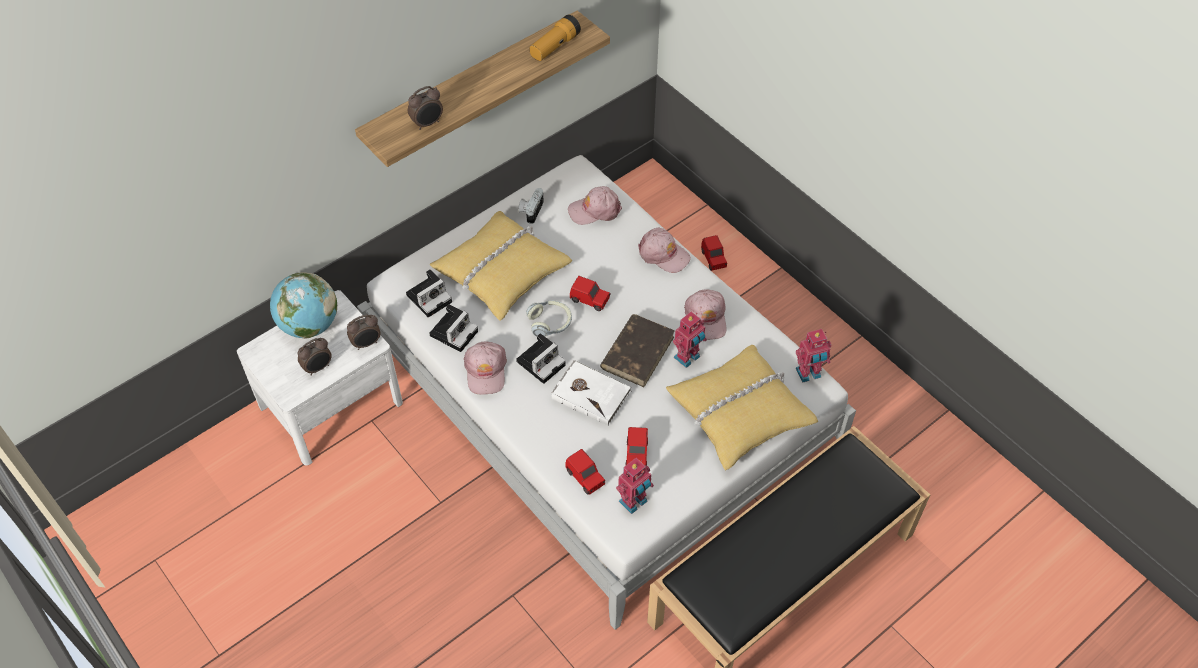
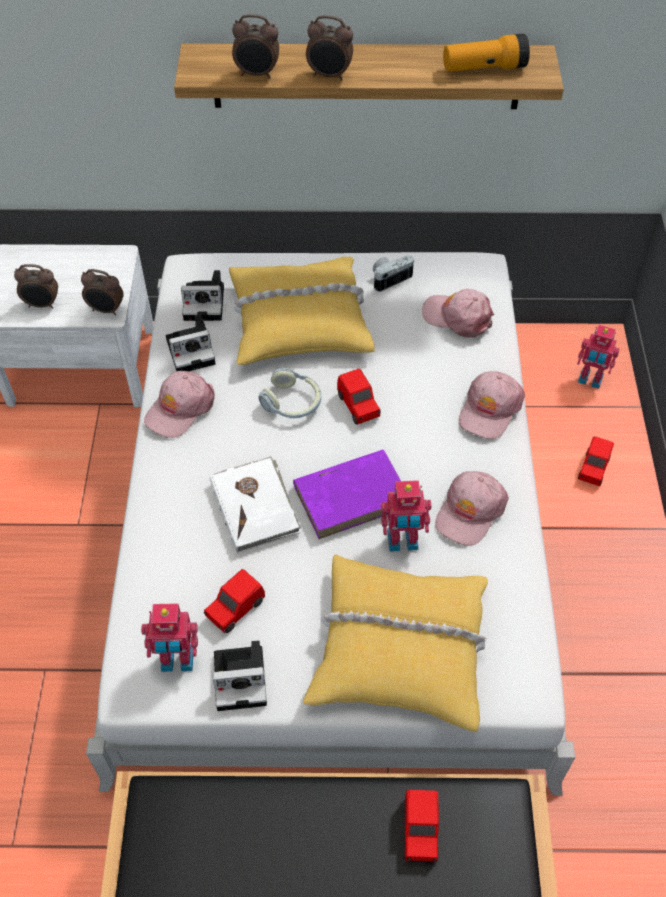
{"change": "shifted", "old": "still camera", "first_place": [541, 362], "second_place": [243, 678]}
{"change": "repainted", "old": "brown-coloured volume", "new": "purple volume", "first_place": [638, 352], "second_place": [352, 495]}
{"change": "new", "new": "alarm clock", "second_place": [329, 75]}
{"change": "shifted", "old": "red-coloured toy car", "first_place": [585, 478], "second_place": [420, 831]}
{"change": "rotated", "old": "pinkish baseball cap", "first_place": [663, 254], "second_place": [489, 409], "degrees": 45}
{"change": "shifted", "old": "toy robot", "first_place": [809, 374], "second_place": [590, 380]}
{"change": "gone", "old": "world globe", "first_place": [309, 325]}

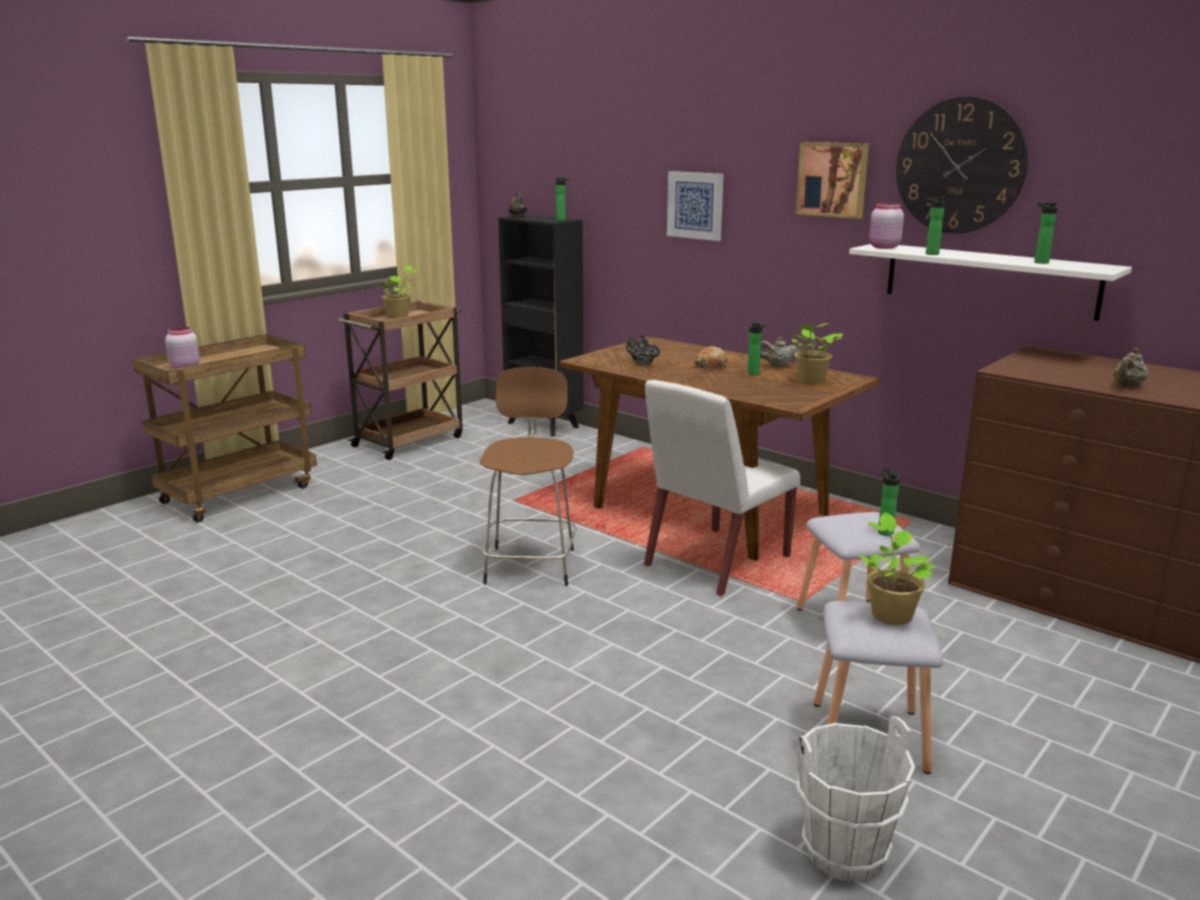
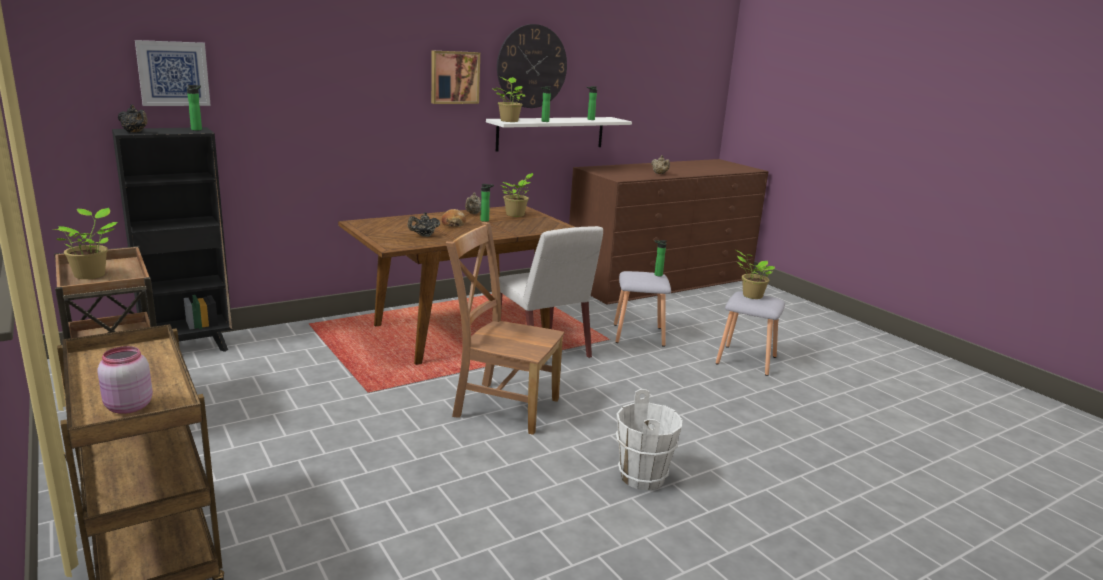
{"change": "shifted", "old": "picture", "first_place": [695, 205], "second_place": [173, 73]}
{"change": "swapped", "old": "brown-coloured stool", "new": "brown-coloured chair", "first_place": [530, 564], "second_place": [502, 406]}
{"change": "swapped", "old": "pinkish jar", "new": "plant in a pot", "first_place": [883, 247], "second_place": [509, 121]}
{"change": "shifted", "old": "whitish water bucket", "first_place": [845, 854], "second_place": [643, 477]}

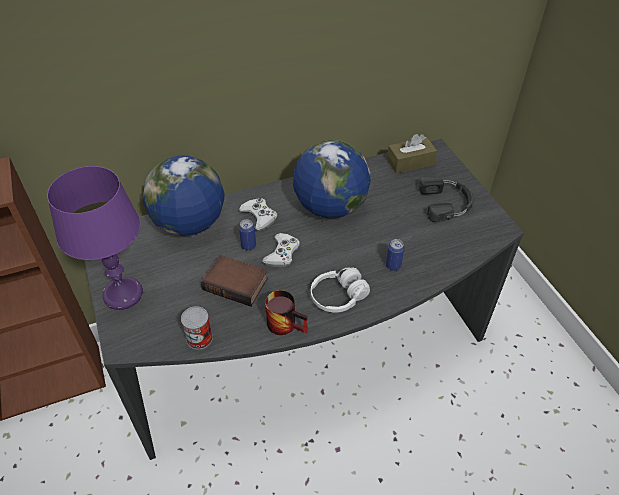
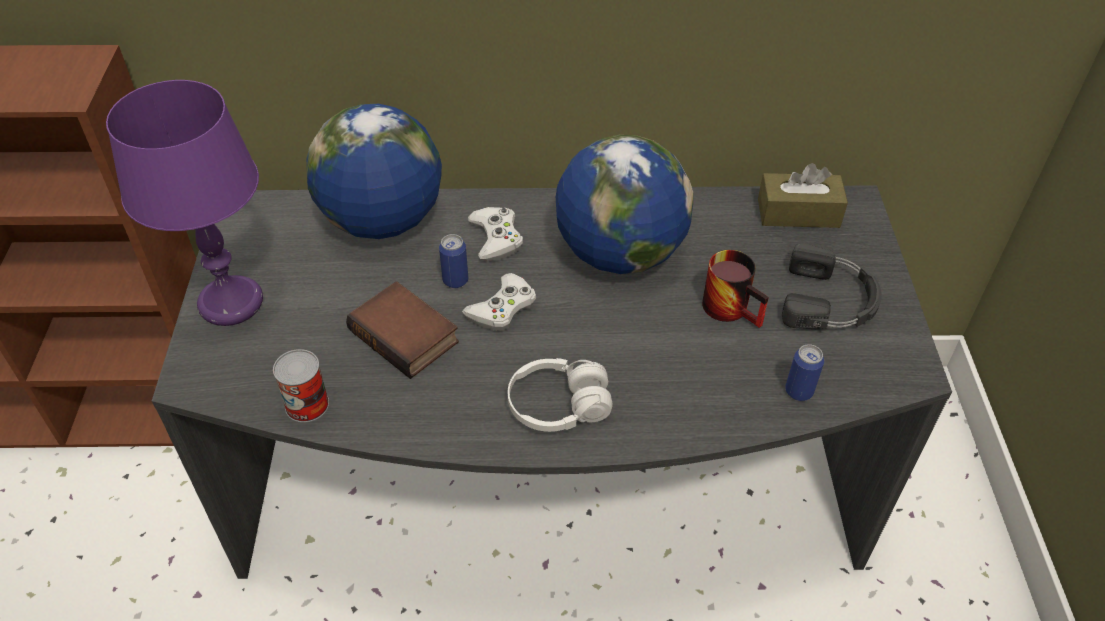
{"change": "shifted", "old": "coffee mug", "first_place": [287, 323], "second_place": [733, 307]}
{"change": "shifted", "old": "metal can", "first_place": [393, 265], "second_place": [799, 391]}

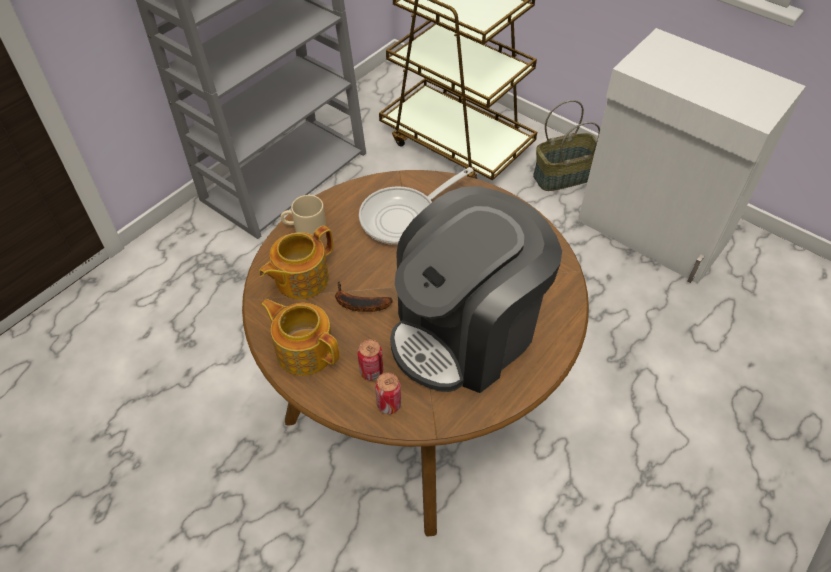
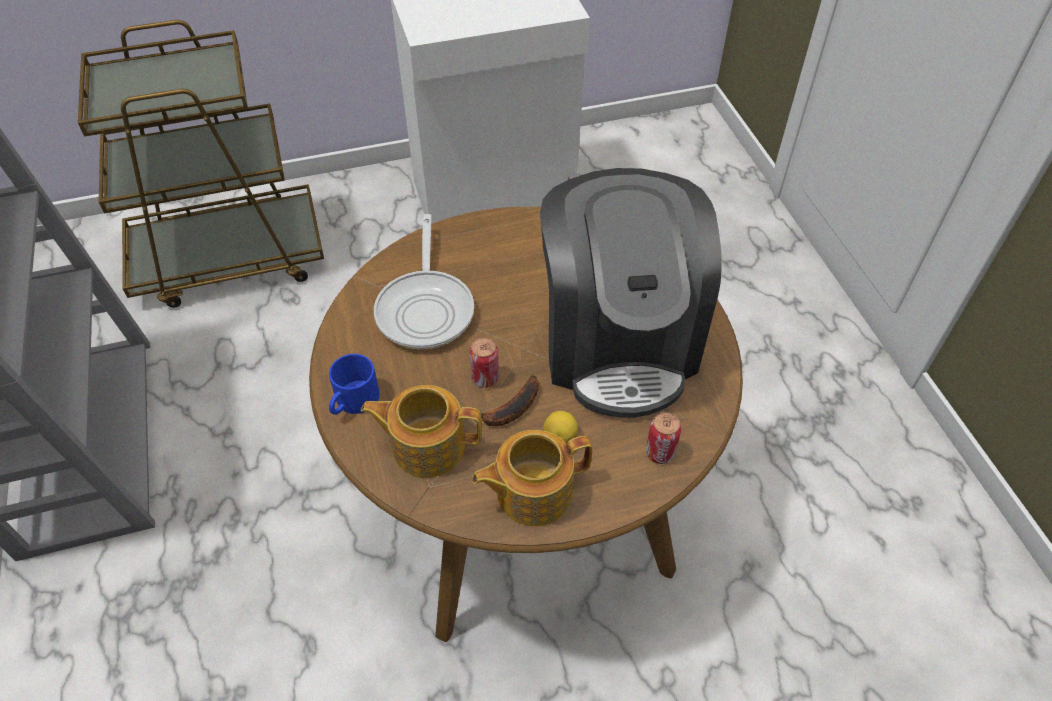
{"change": "repainted", "old": "beige coffee mug", "new": "blue coffee mug", "first_place": [304, 228], "second_place": [353, 402]}
{"change": "rotated", "old": "tea pot", "first_place": [300, 279], "second_place": [427, 445], "degrees": 105}
{"change": "shifted", "old": "metal can", "first_place": [371, 371], "second_place": [485, 378]}
{"change": "new", "new": "whole lemon", "second_place": [560, 437]}
{"change": "gone", "old": "household basket", "first_place": [564, 175]}

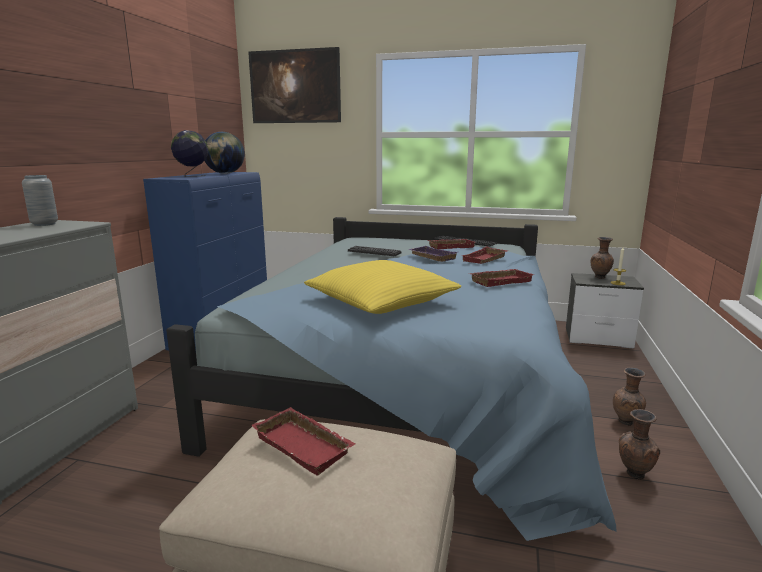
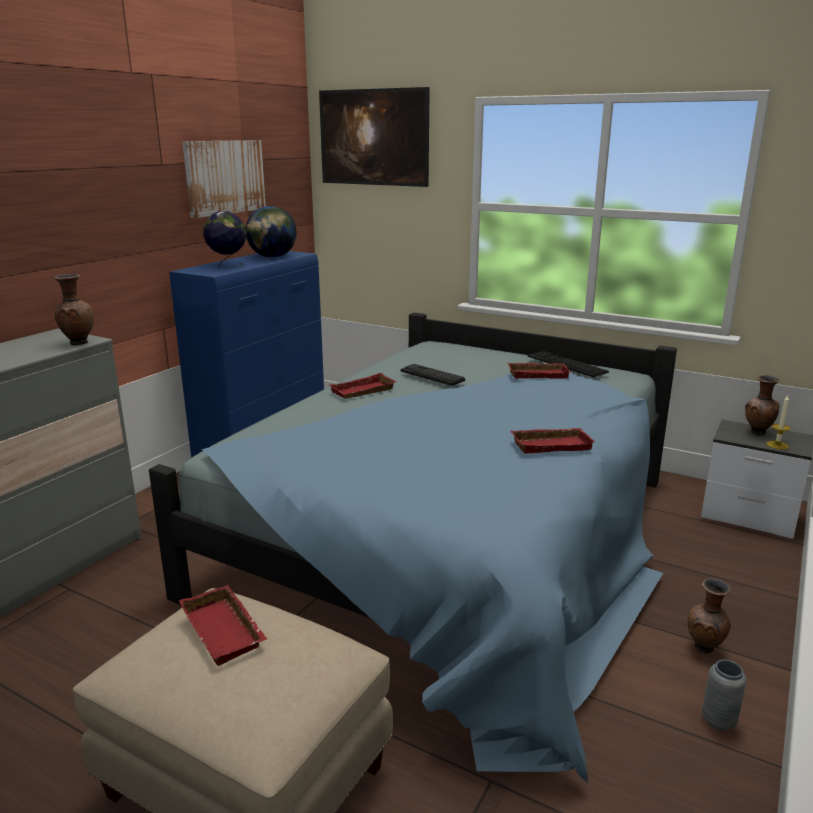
{"change": "shifted", "old": "brown-coloured vase", "first_place": [633, 474], "second_place": [78, 343]}
{"change": "new", "new": "picture", "second_place": [224, 177]}
{"change": "shifted", "old": "red-coloured serving tray", "first_place": [485, 259], "second_place": [363, 391]}
{"change": "shifted", "old": "gray vase", "first_place": [44, 224], "second_place": [718, 721]}
{"change": "gone", "old": "yellow cushion", "first_place": [381, 301]}
{"change": "gone", "old": "purple serving tray", "first_place": [431, 257]}

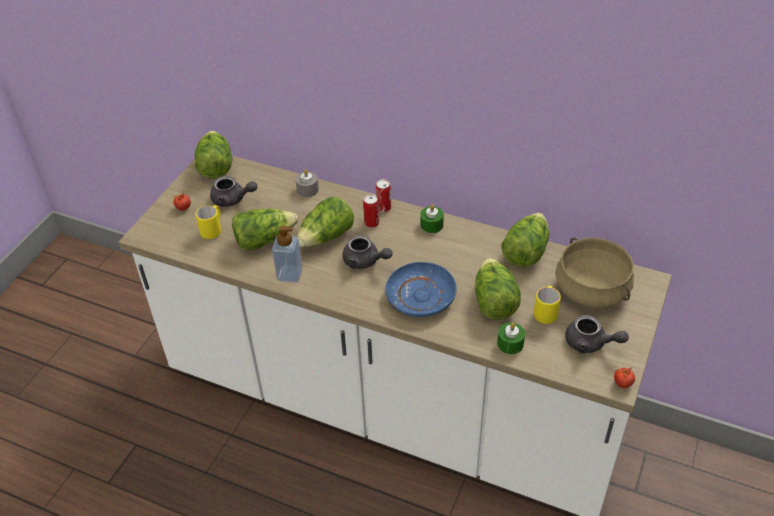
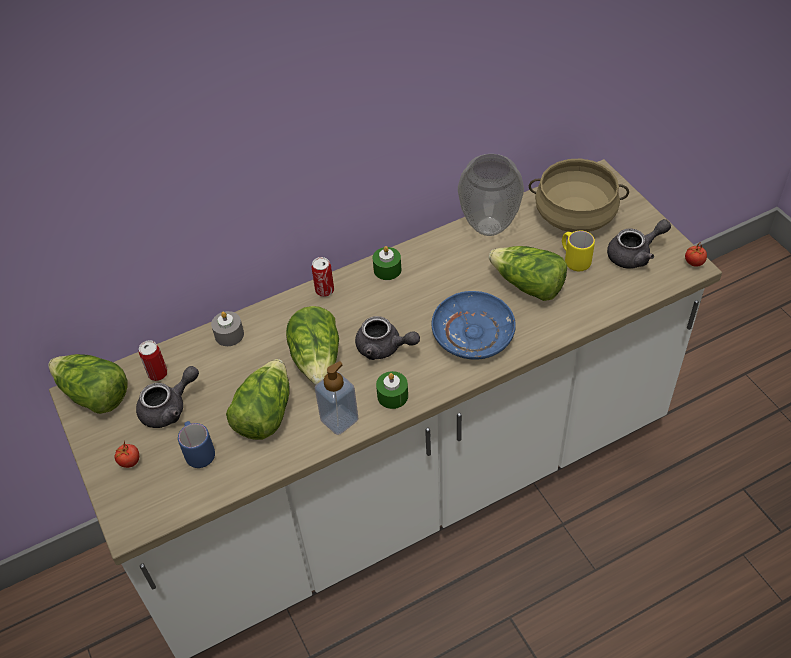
{"change": "shifted", "old": "metal can", "first_place": [371, 223], "second_place": [157, 373]}
{"change": "repainted", "old": "yellow coffee mug", "new": "blue coffee mug", "first_place": [213, 230], "second_place": [198, 452]}
{"change": "rotated", "old": "gray tea pot", "first_place": [365, 261], "second_place": [384, 348], "degrees": 45}
{"change": "shifted", "old": "green wax candle", "first_place": [510, 343], "second_place": [392, 396]}
{"change": "swapped", "old": "head of lettuce", "new": "vase", "first_place": [525, 251], "second_place": [488, 227]}

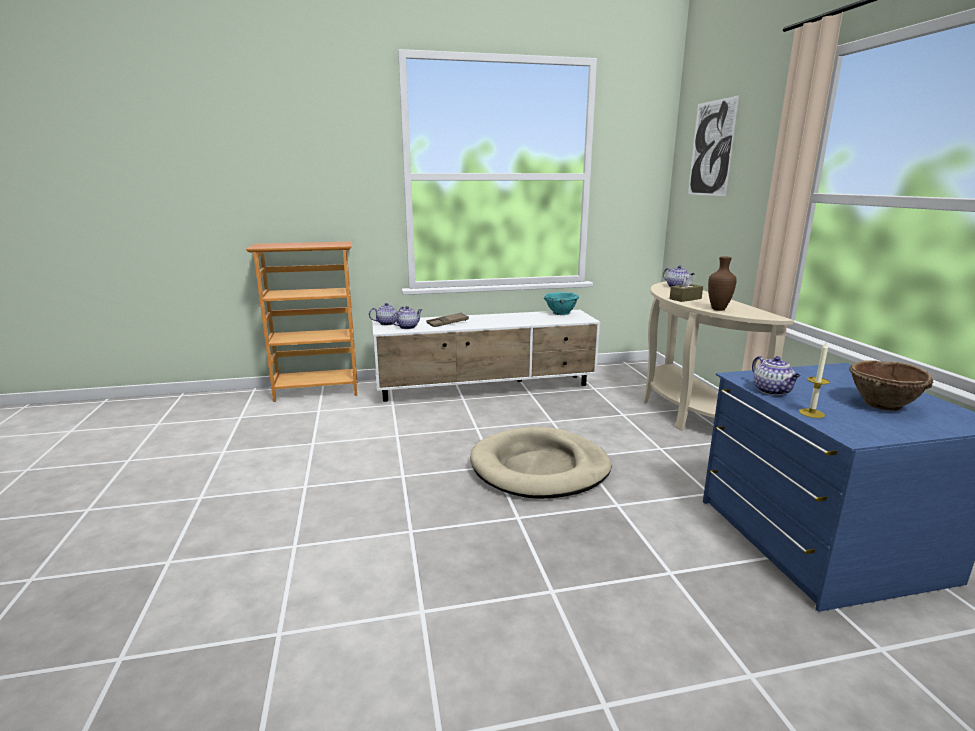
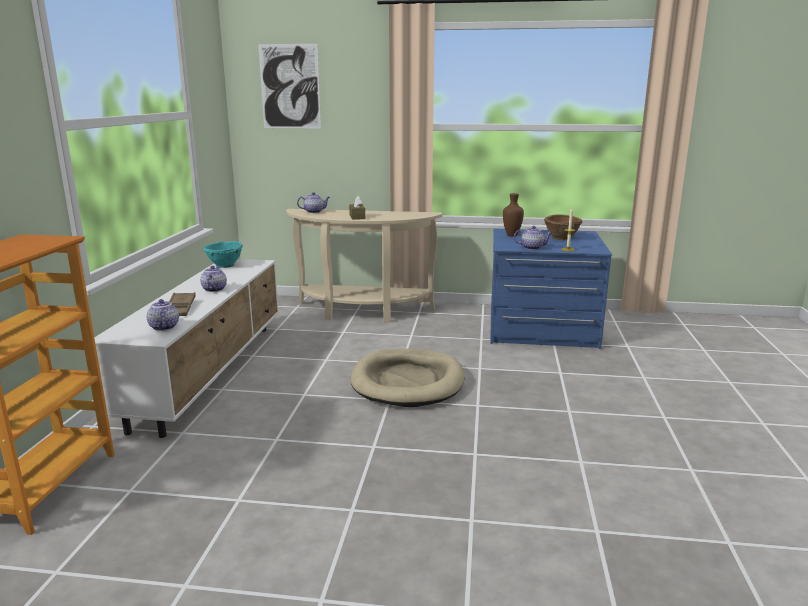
{"change": "shifted", "old": "tea pot", "first_place": [387, 323], "second_place": [214, 289]}
{"change": "shifted", "old": "brown-coloured vase", "first_place": [718, 309], "second_place": [512, 235]}

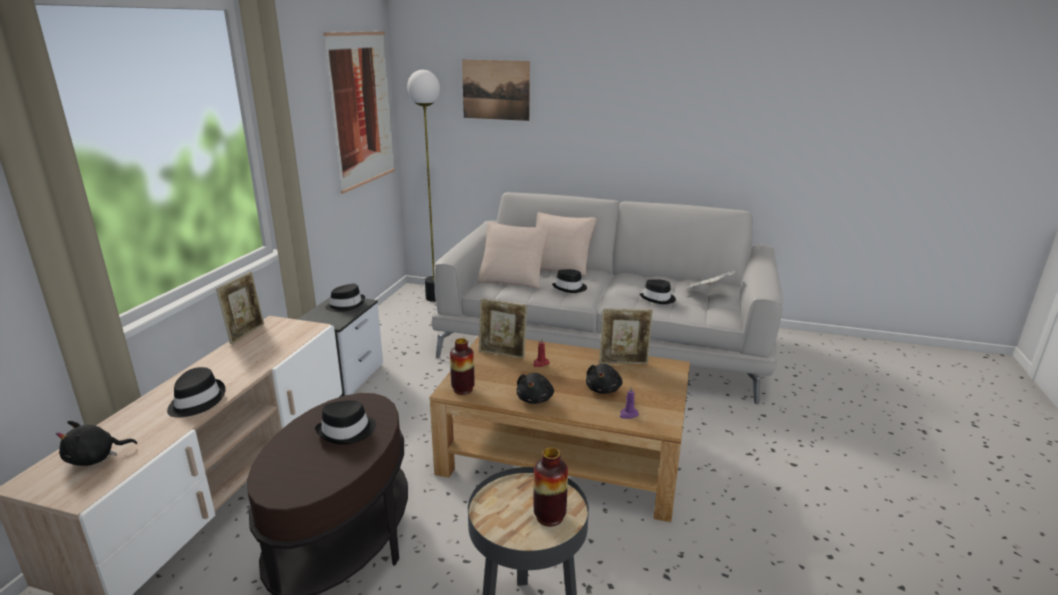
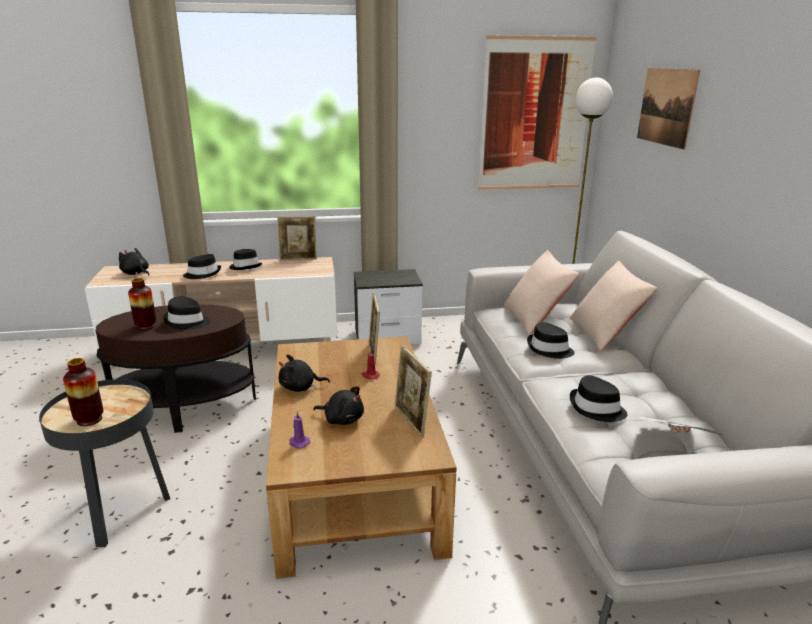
{"change": "shifted", "old": "vase", "first_place": [463, 389], "second_place": [146, 326]}
{"change": "shifted", "old": "black-coloured clothing hat", "first_place": [346, 305], "second_place": [245, 266]}
{"change": "rotated", "old": "black-coloured soft toy", "first_place": [603, 389], "second_place": [342, 419], "degrees": -150}

